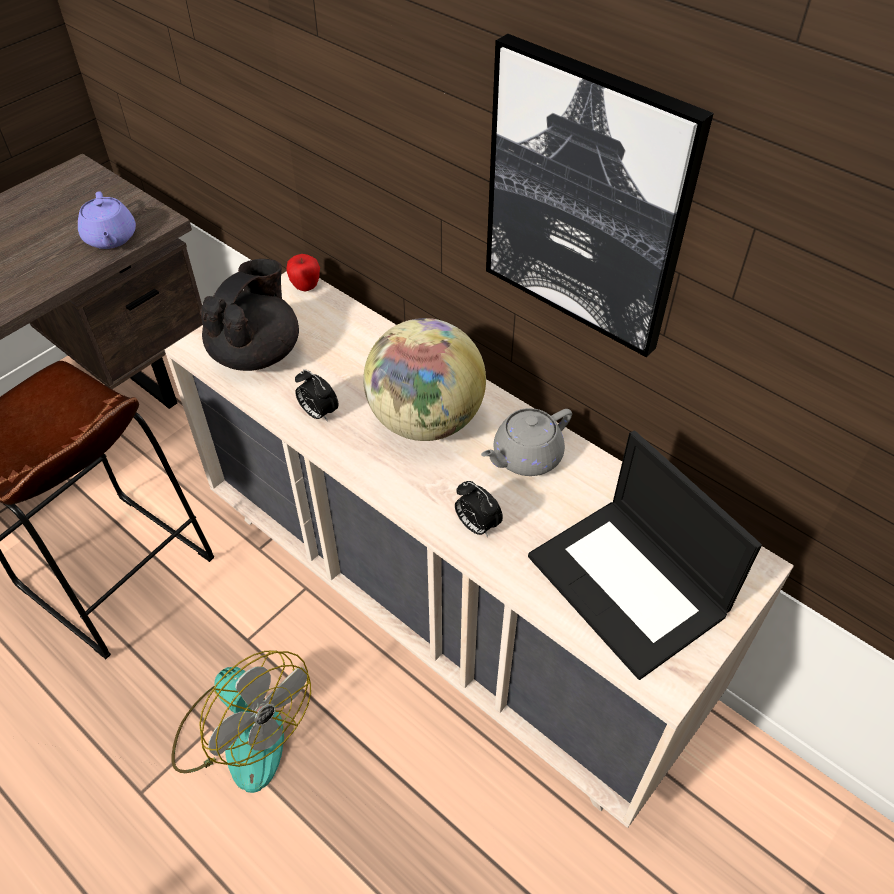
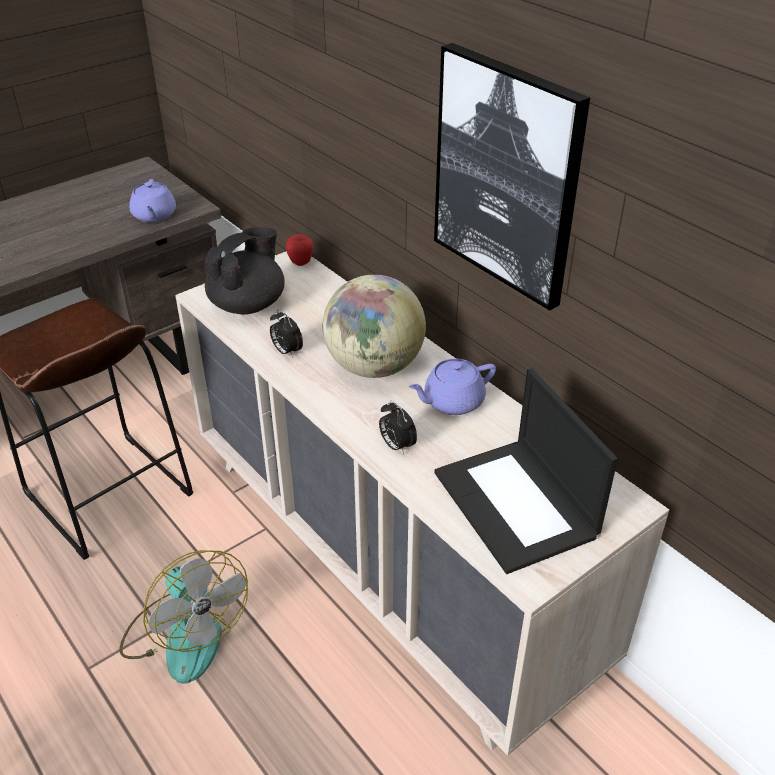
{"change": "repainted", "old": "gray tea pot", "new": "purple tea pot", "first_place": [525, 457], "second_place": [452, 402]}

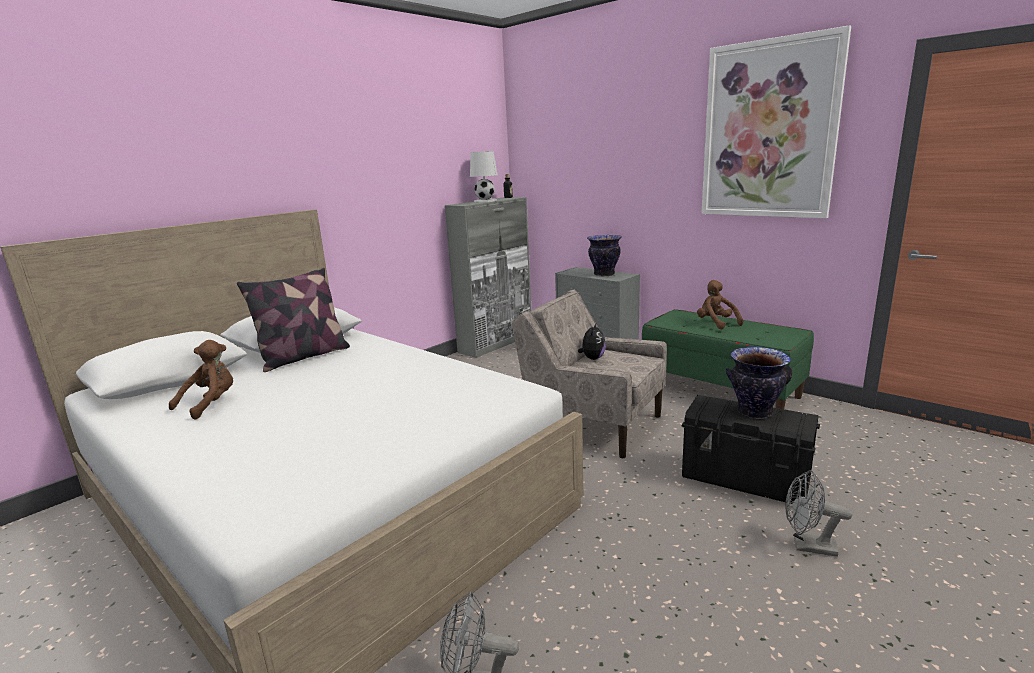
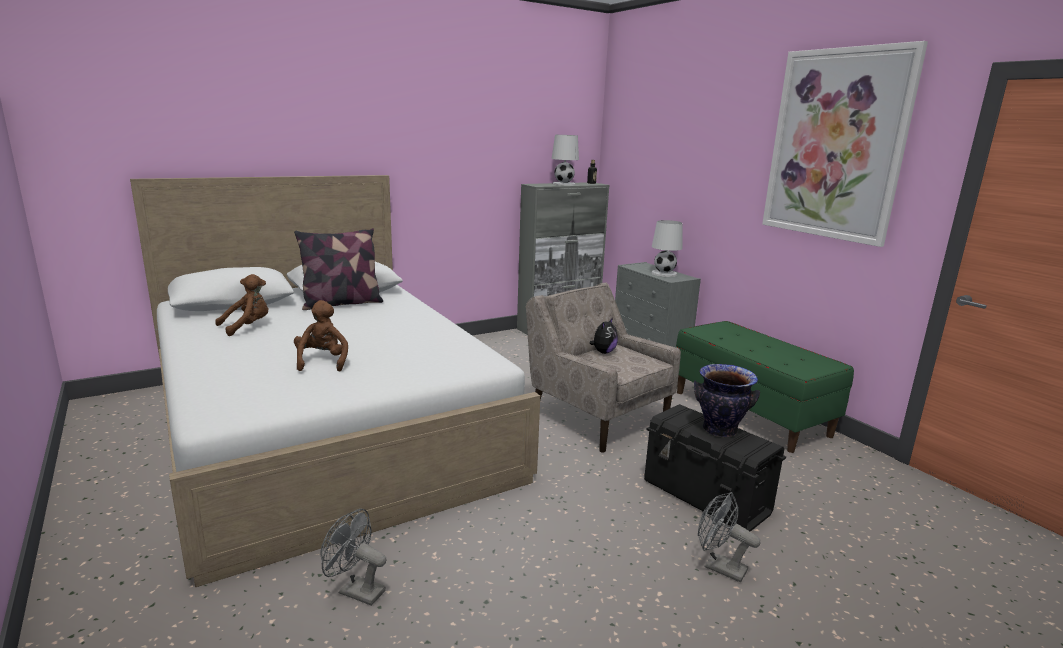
{"change": "shifted", "old": "brown-coloured soft toy", "first_place": [716, 323], "second_place": [322, 362]}
{"change": "swapped", "old": "vase", "new": "whitish lamp for a table", "first_place": [604, 274], "second_place": [663, 273]}

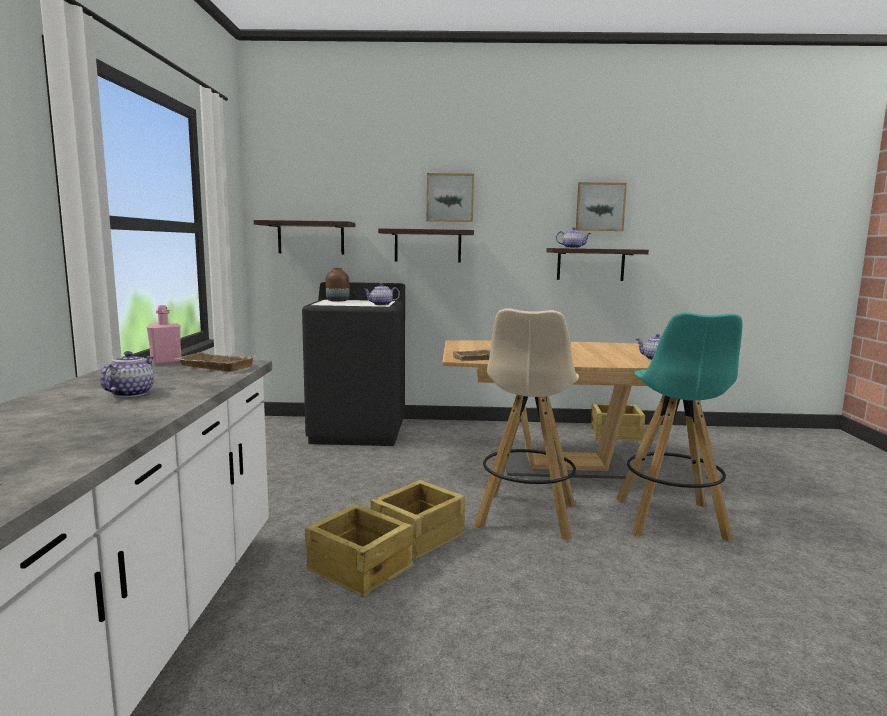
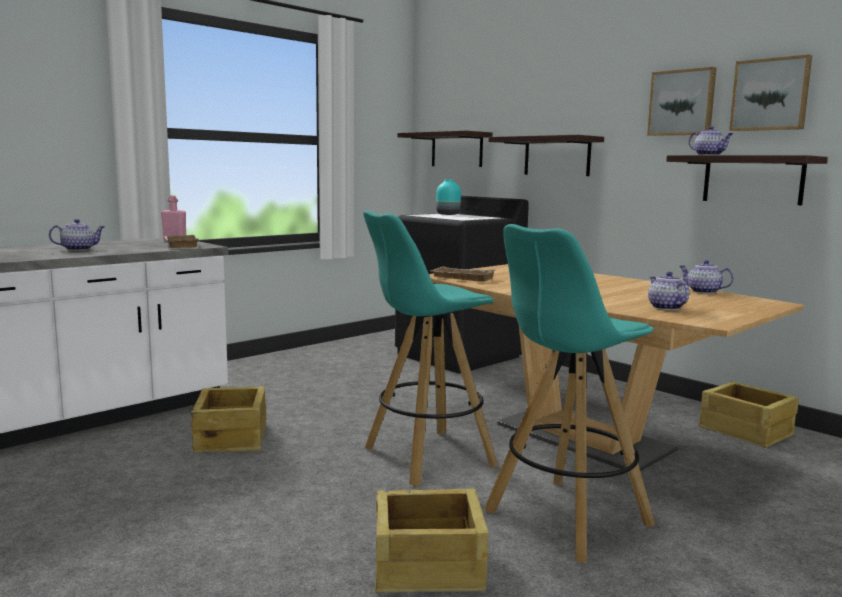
{"change": "repainted", "old": "beige stool", "new": "turquoise stool", "first_place": [526, 517], "second_place": [426, 457]}
{"change": "shifted", "old": "crate", "first_place": [419, 536], "second_place": [429, 566]}
{"change": "repainted", "old": "brown-coloured vase", "new": "turquoise vase", "first_place": [337, 301], "second_place": [447, 214]}
{"change": "shifted", "old": "picture", "first_place": [450, 198], "second_place": [682, 103]}
{"change": "shifted", "old": "tea pot", "first_place": [381, 304], "second_place": [702, 291]}

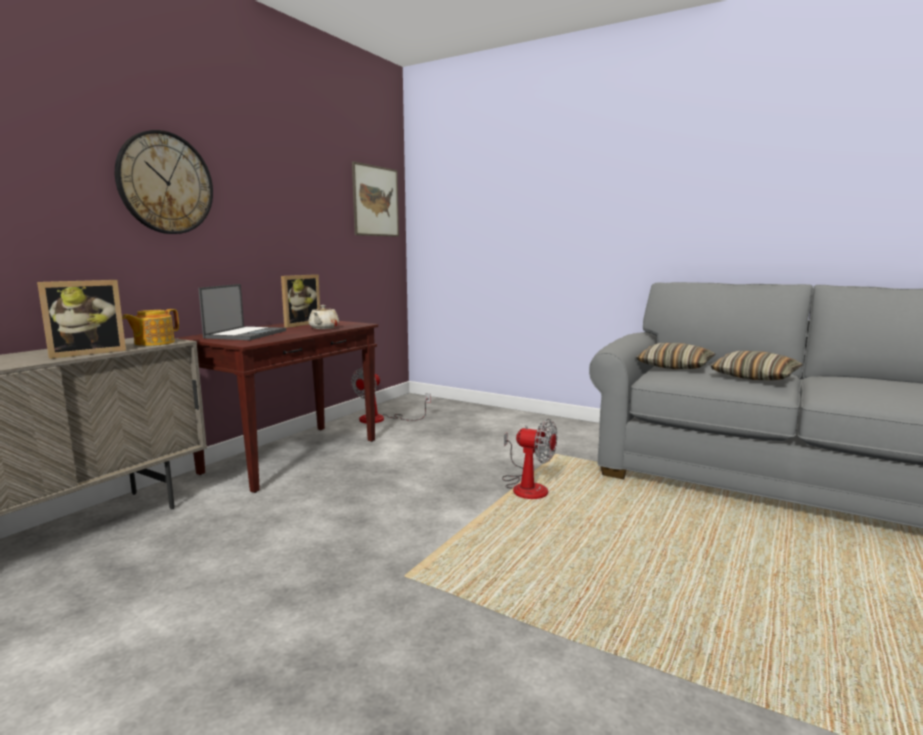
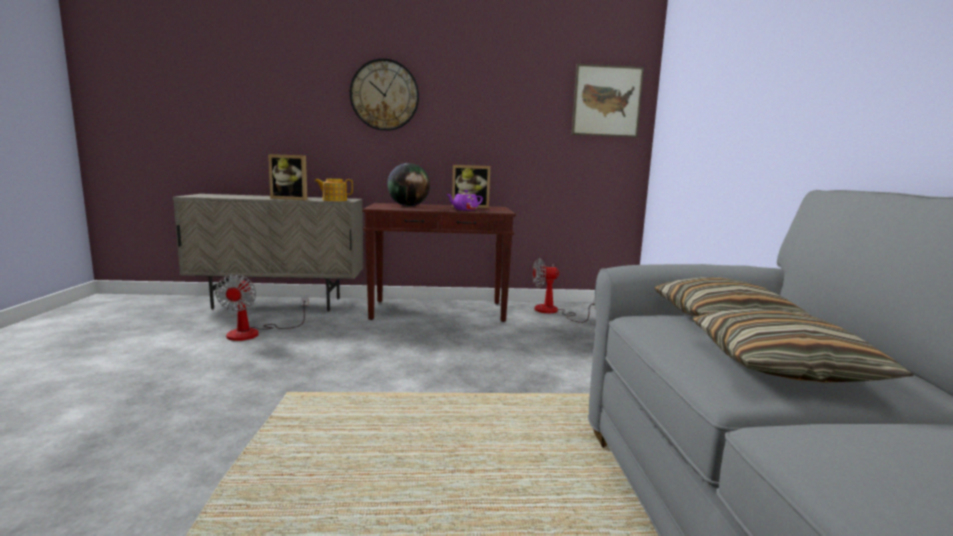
{"change": "shifted", "old": "fan", "first_place": [526, 487], "second_place": [254, 333]}
{"change": "swapped", "old": "portable computer", "new": "world globe", "first_place": [246, 334], "second_place": [408, 206]}
{"change": "repainted", "old": "beige tea pot", "new": "purple tea pot", "first_place": [323, 328], "second_place": [464, 210]}

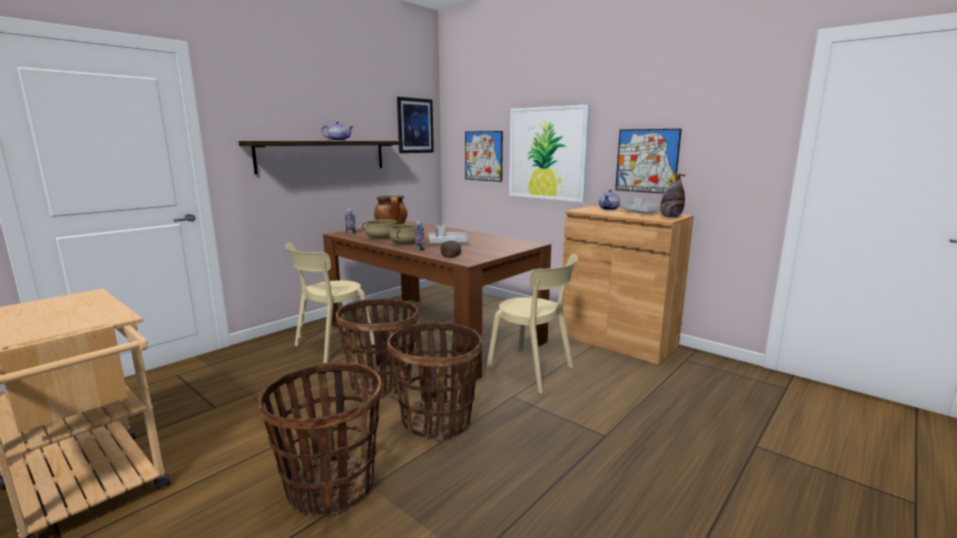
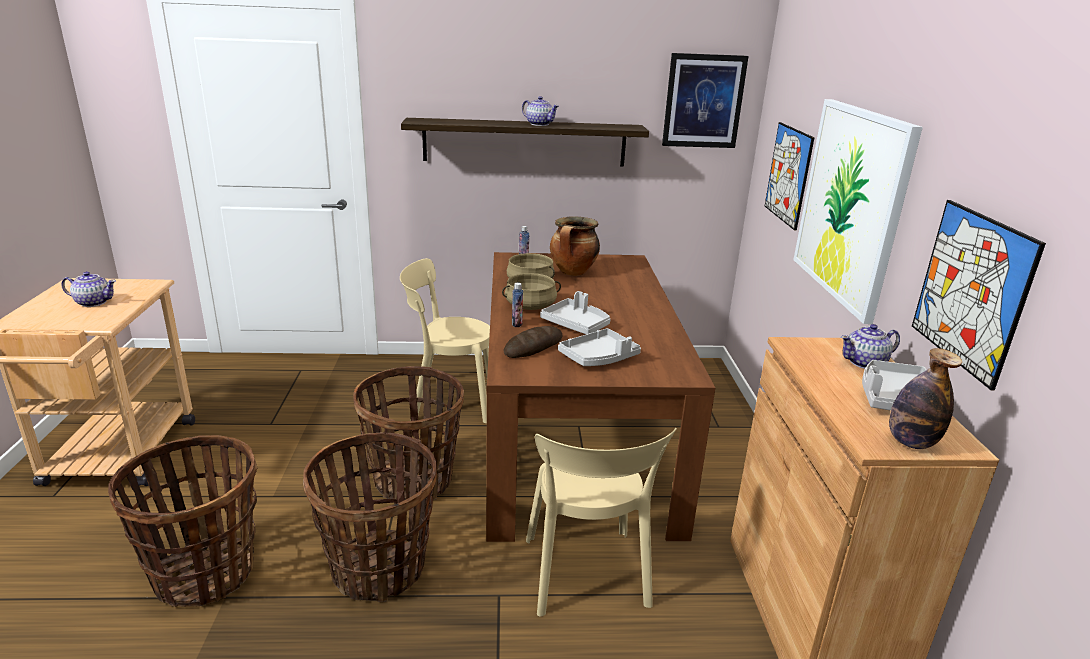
{"change": "new", "new": "tea pot", "second_place": [93, 302]}
{"change": "new", "new": "gray serving tray", "second_place": [599, 358]}

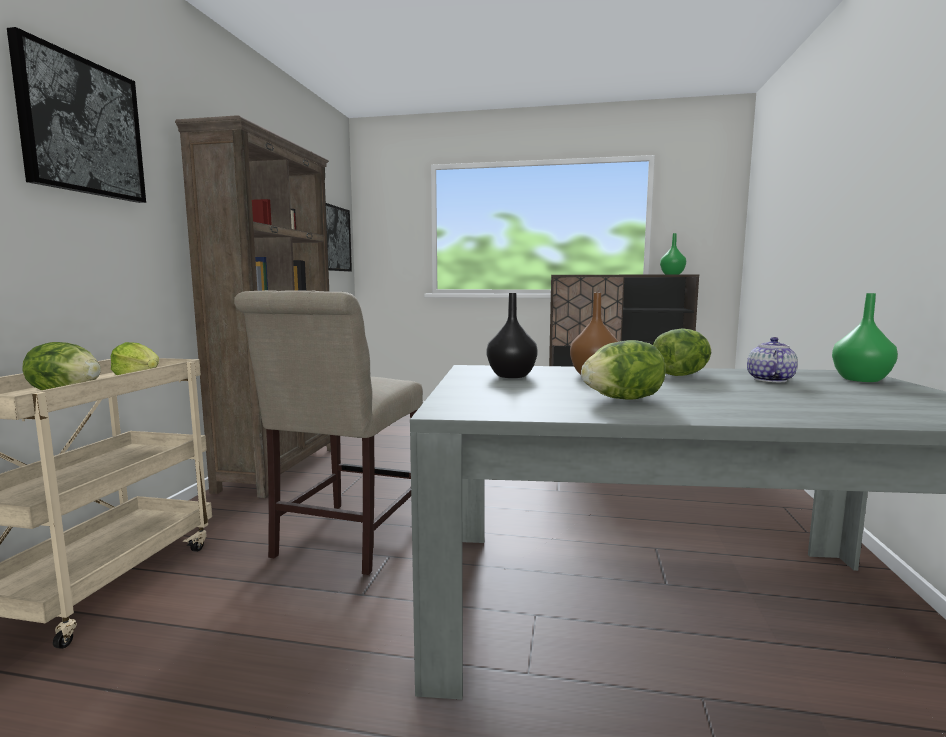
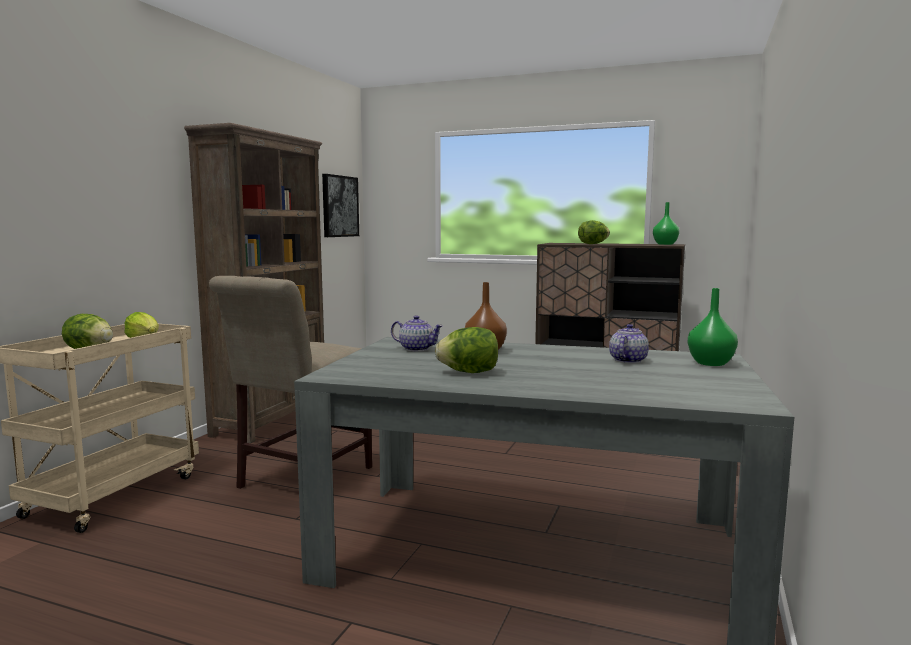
{"change": "swapped", "old": "black-coloured vase", "new": "tea pot", "first_place": [511, 375], "second_place": [416, 349]}
{"change": "shifted", "old": "head of lettuce", "first_place": [681, 375], "second_place": [593, 244]}
{"change": "gone", "old": "picture", "first_place": [81, 127]}

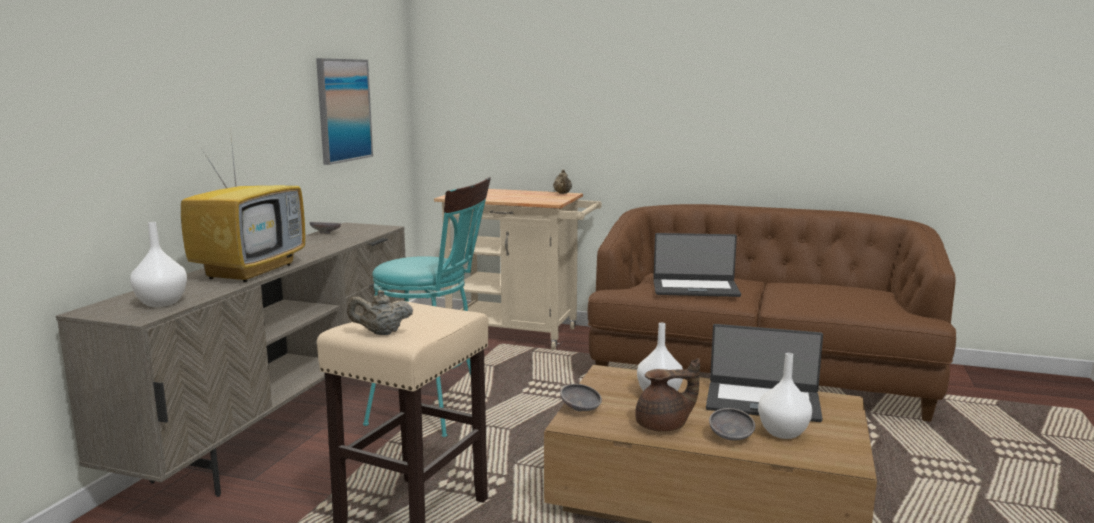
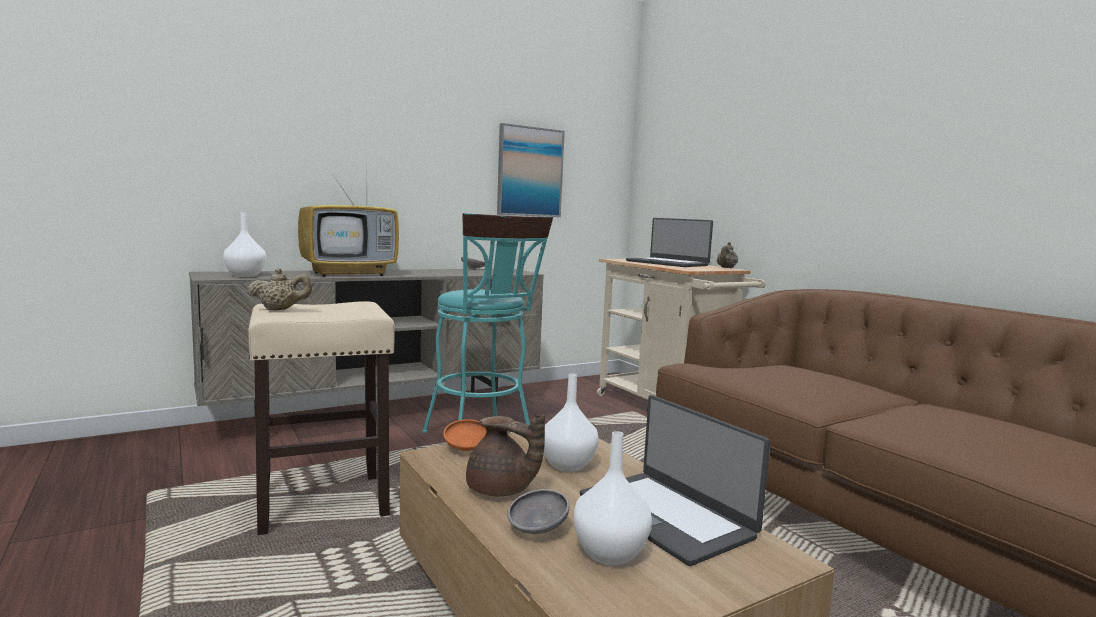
{"change": "rotated", "old": "beige tea pot", "first_place": [381, 333], "second_place": [280, 310], "degrees": 135}
{"change": "repainted", "old": "gray deep dish", "new": "orange-coloured deep dish", "first_place": [581, 410], "second_place": [466, 449]}
{"change": "shifted", "old": "portable computer", "first_place": [695, 288], "second_place": [667, 263]}

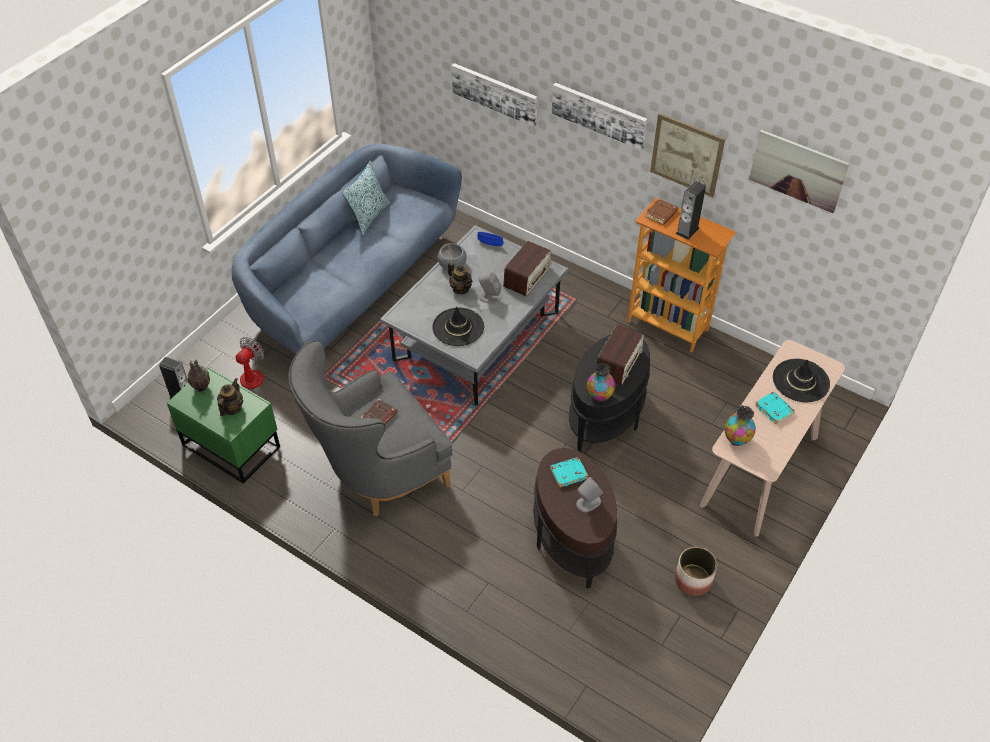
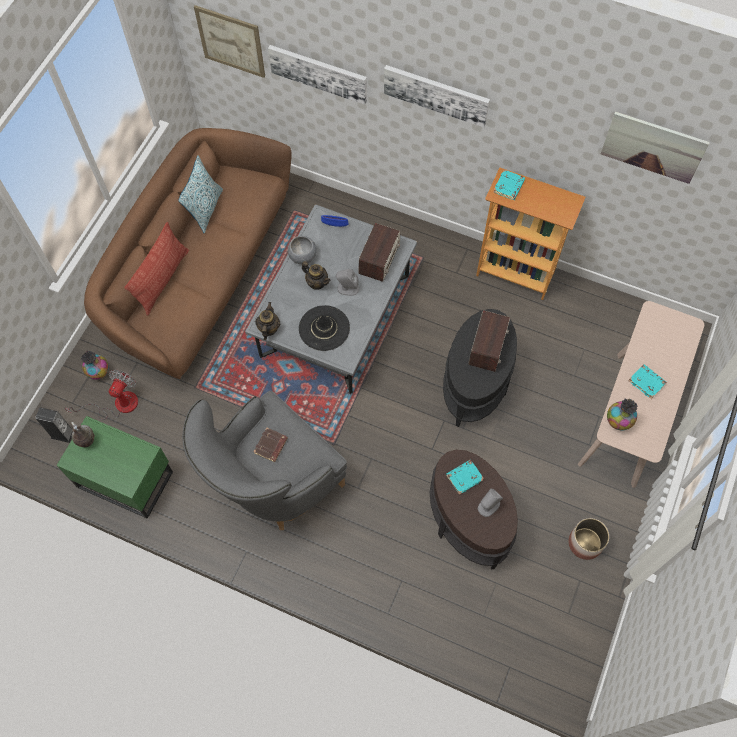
{"change": "shifted", "old": "vase", "first_place": [599, 396], "second_place": [99, 373]}
{"change": "repainted", "old": "blue sofa", "new": "brown-coloured sofa", "first_place": [351, 284], "second_place": [199, 276]}
{"change": "new", "new": "cushion", "second_place": [163, 280]}
{"change": "shifted", "old": "picture", "first_place": [687, 155], "second_place": [231, 41]}
{"change": "shifted", "old": "tea pot", "first_place": [232, 408], "second_place": [268, 328]}
{"change": "repainted", "old": "brown-coloured volume", "new": "turquoise volume", "first_place": [661, 214], "second_place": [509, 187]}
{"change": "gone", "old": "audio speaker", "first_place": [687, 230]}
{"change": "gone", "old": "black-coloured clothing hat", "first_place": [801, 381]}

